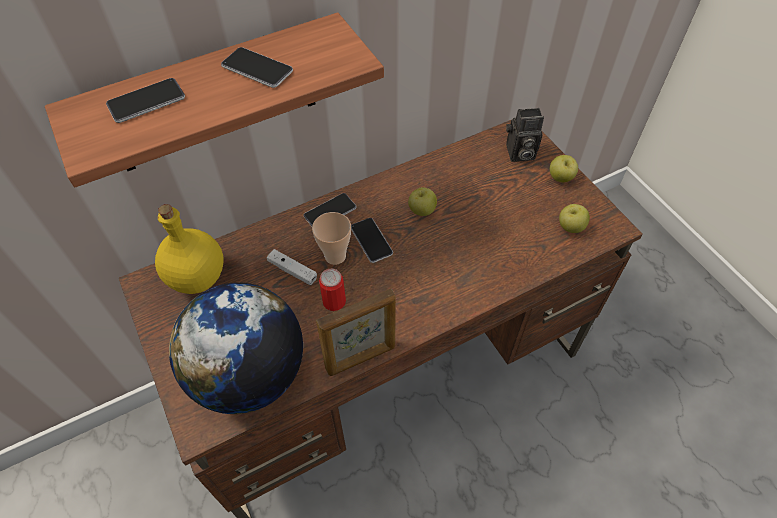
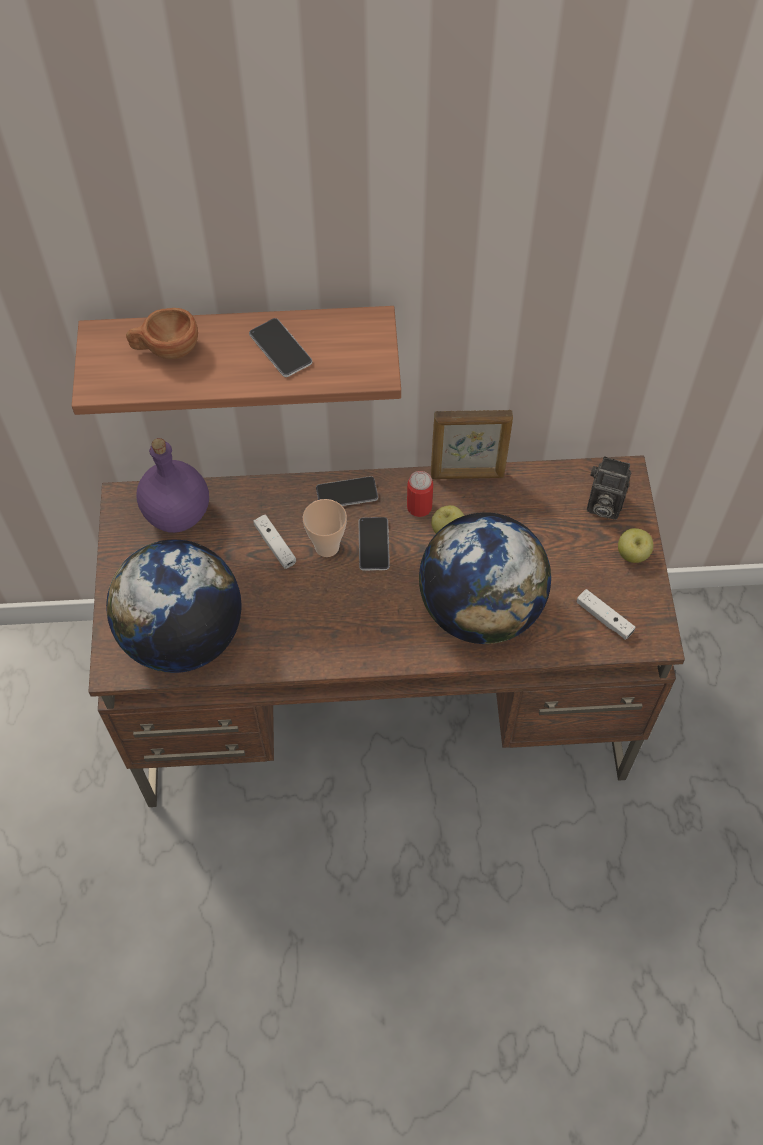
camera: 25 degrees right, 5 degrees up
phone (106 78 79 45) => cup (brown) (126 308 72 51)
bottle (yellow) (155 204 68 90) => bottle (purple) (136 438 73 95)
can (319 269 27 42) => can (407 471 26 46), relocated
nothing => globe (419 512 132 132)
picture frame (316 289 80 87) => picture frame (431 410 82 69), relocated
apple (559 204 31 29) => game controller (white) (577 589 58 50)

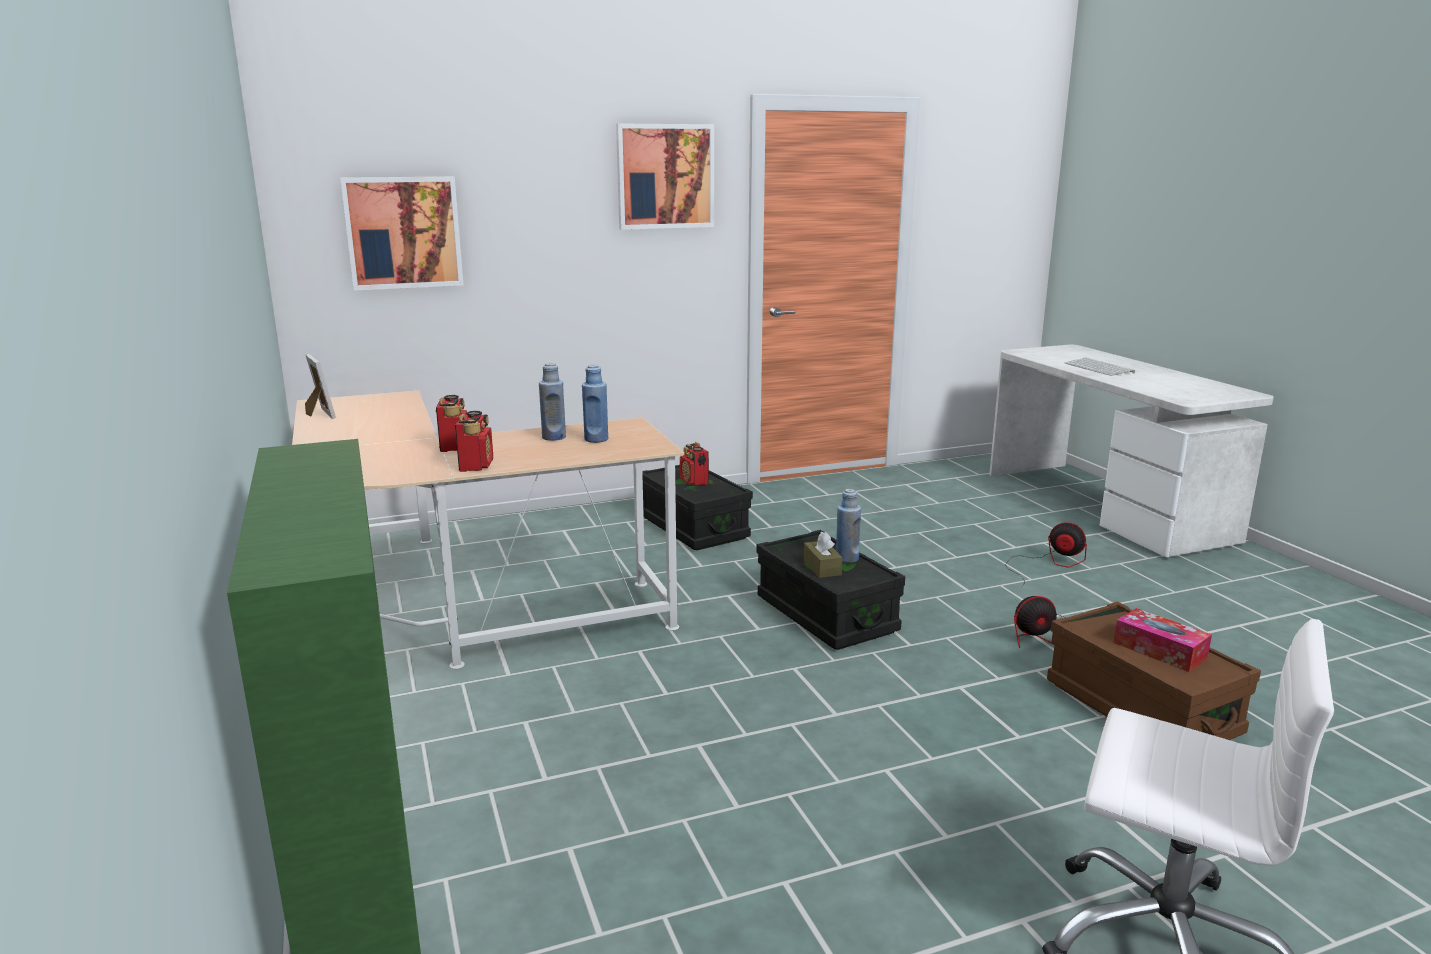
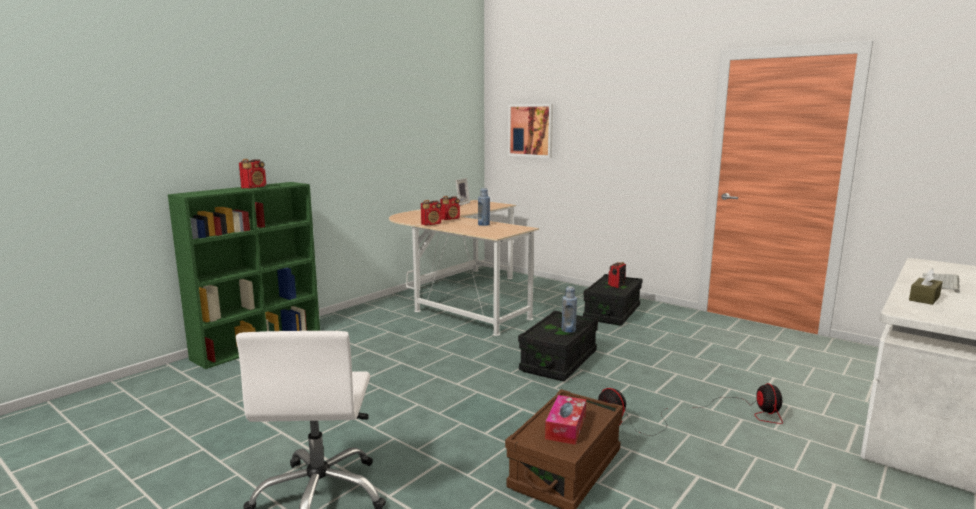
camera: 60 degrees right, 5 degrees down
nothing => radio (239 159 27 30)
tissue box (brown) (804 532 39 46) => tissue box (brown) (909 268 34 37), relocated
bottle (blue) (582 365 26 78) => nothing
picture (616 123 98 107) => nothing

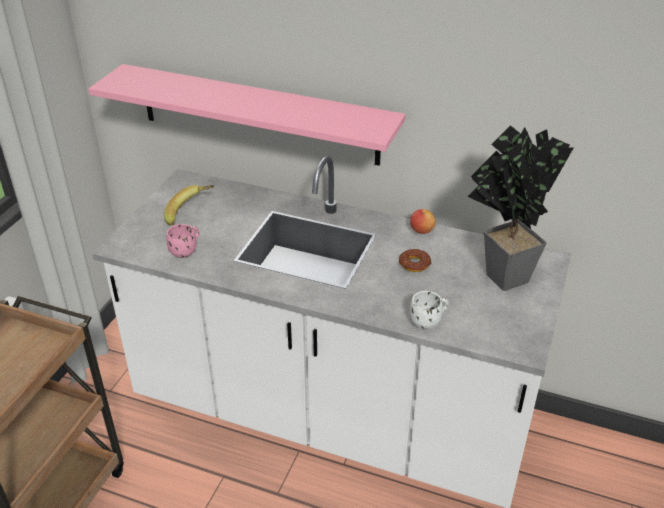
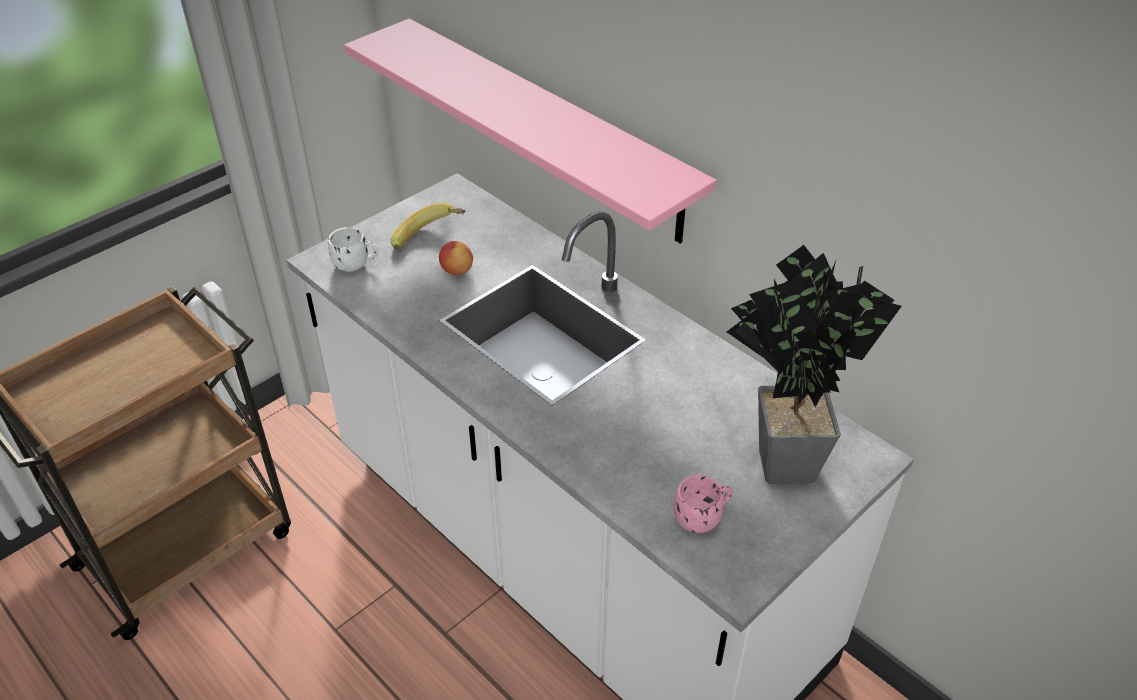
camera: 25 degrees right, 5 degrees up
mug (white) (410 291 39 38) => mug (white) (328 227 50 45), relocated
apple (410 209 26 25) => apple (439 241 34 34), relocated
mug (pink) (166 224 33 34) => mug (pink) (674 475 59 58), relocated
donut (399 249 32 23) => nothing

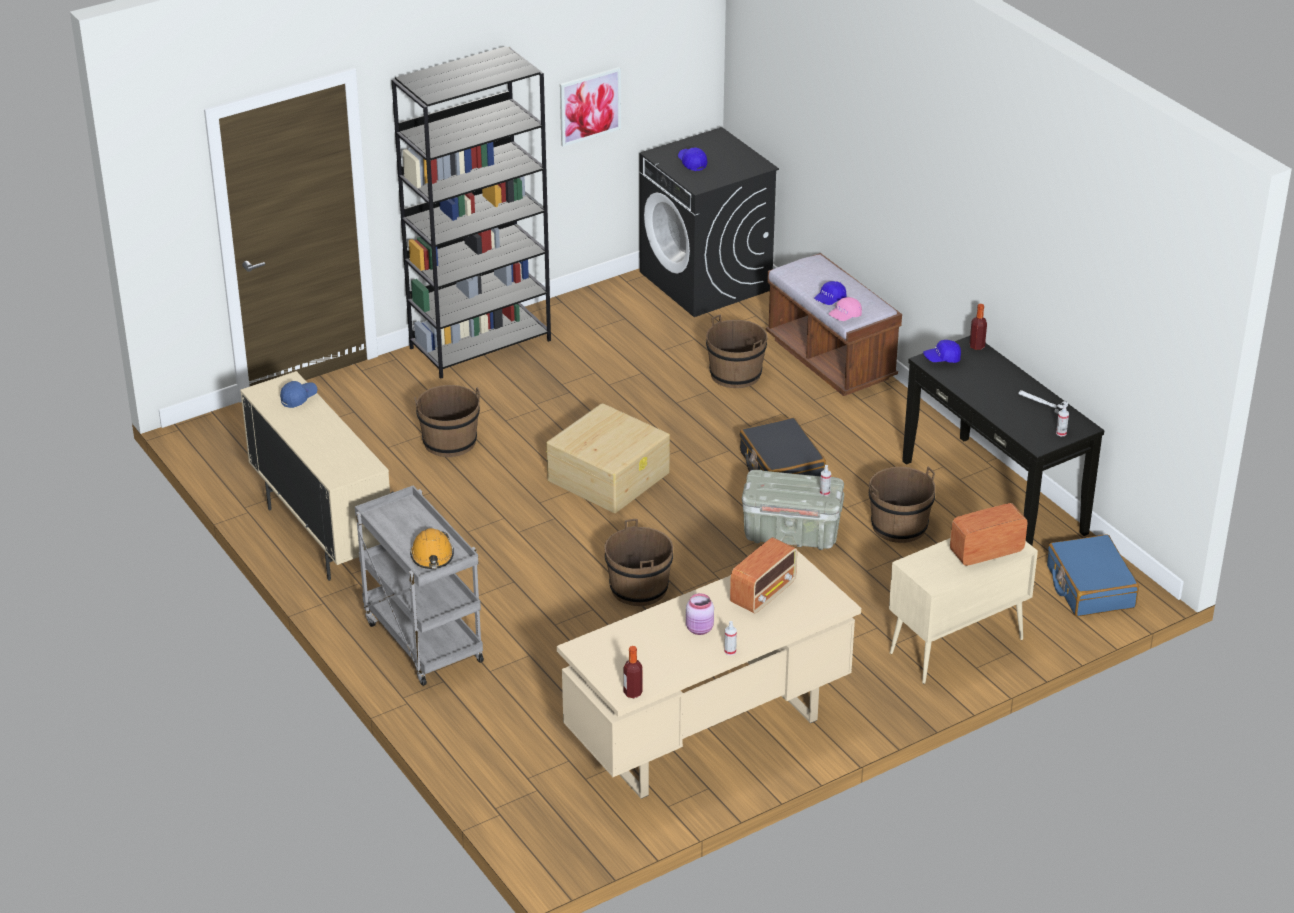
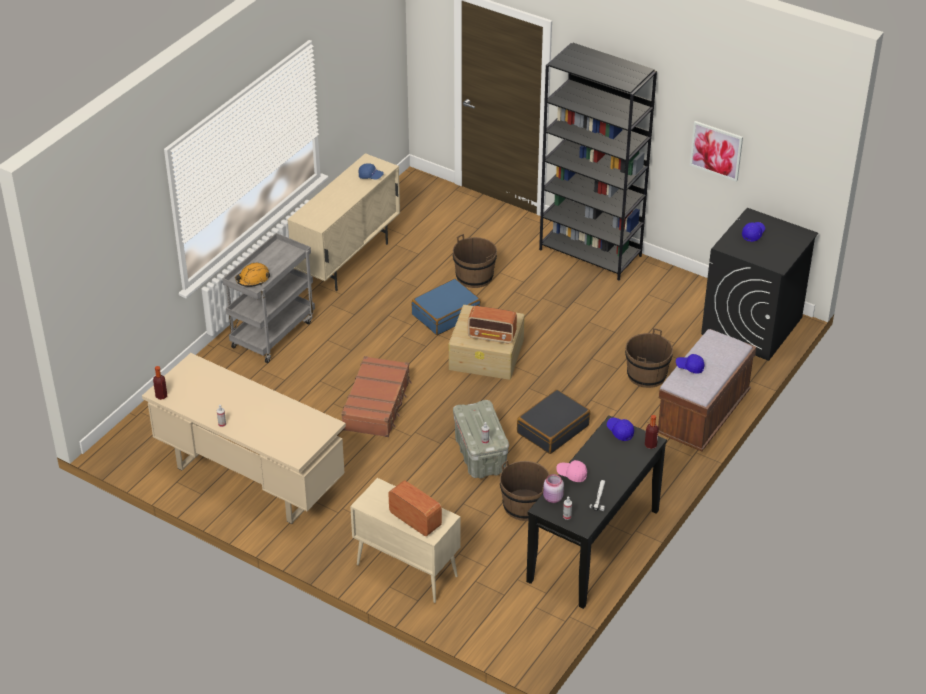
camera: 65 degrees right, 5 degrees up
bucket (brown) (604 519 69 87) => suitcase (brown) (341 356 71 81)
suitcase (blue) (1047 535 92 82) => suitcase (blue) (412 279 69 56), relocated
radio (730 537 67 77) => radio (468 306 49 38), relocated
jar (pink) (686 593 28 42) => jar (pink) (543 474 21 29), relocated
cap (pink) (829 297 33 24) => cap (pink) (556 460 31 22), relocated

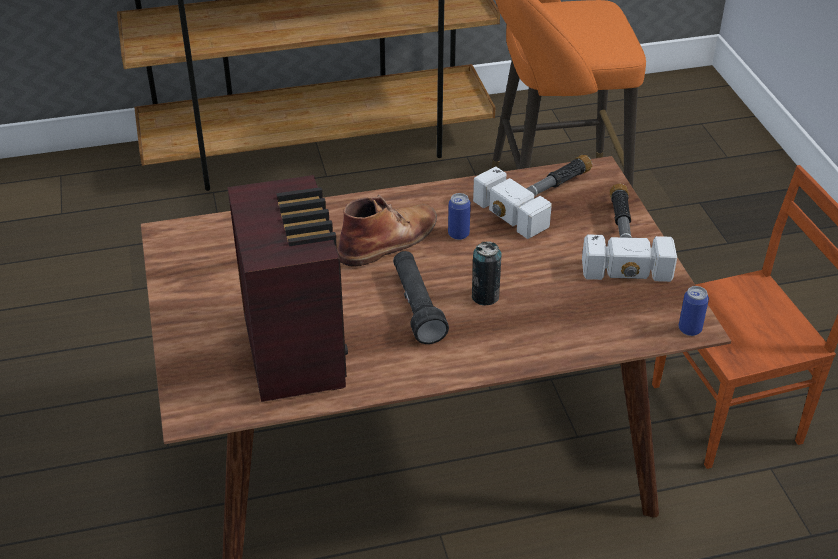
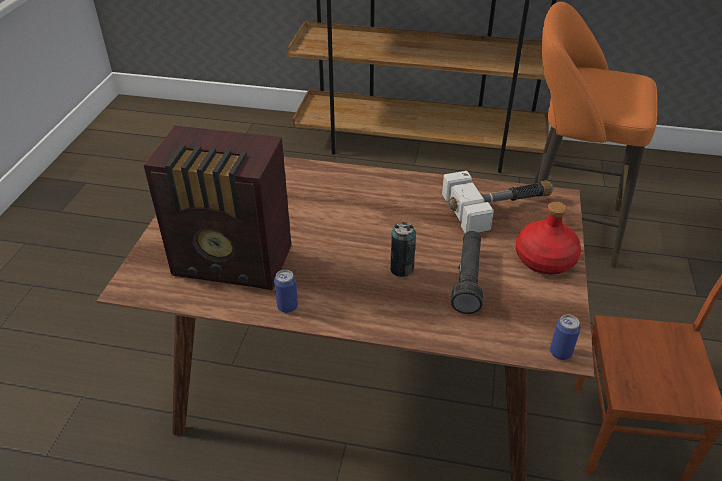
camera: 25 degrees right, 0 degrees up
radio (227 175 121 227) => radio (144 125 147 165), 90 degrees clockwise
can (448 193 23 47) => can (274 270 24 43), relocated
flashlight (black) (393 251 56 93) => flashlight (black) (451 231 32 83), relocated
hammer (582 183 95 99) => bottle (red) (516 202 65 72)
boot (brown) (337 195 100 71) => nothing

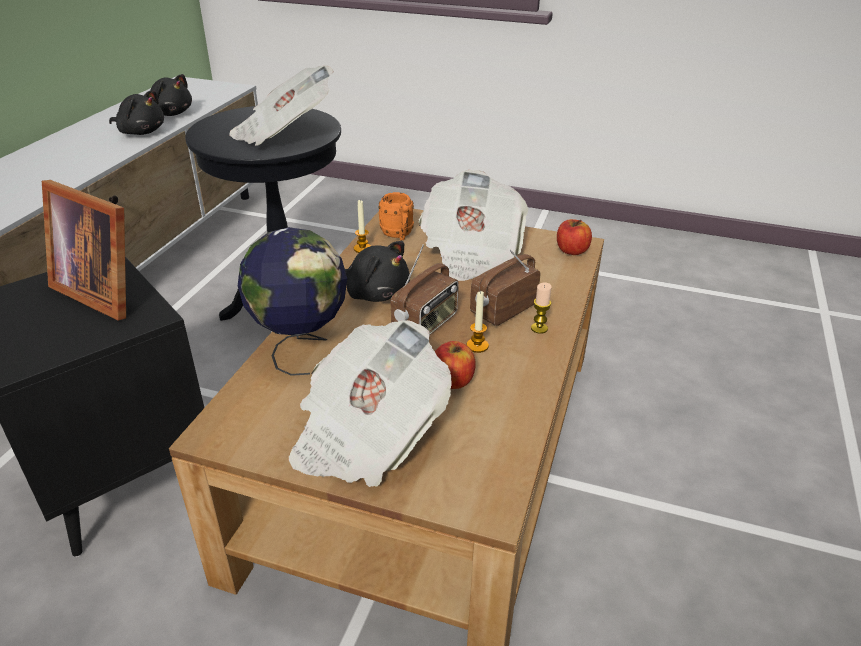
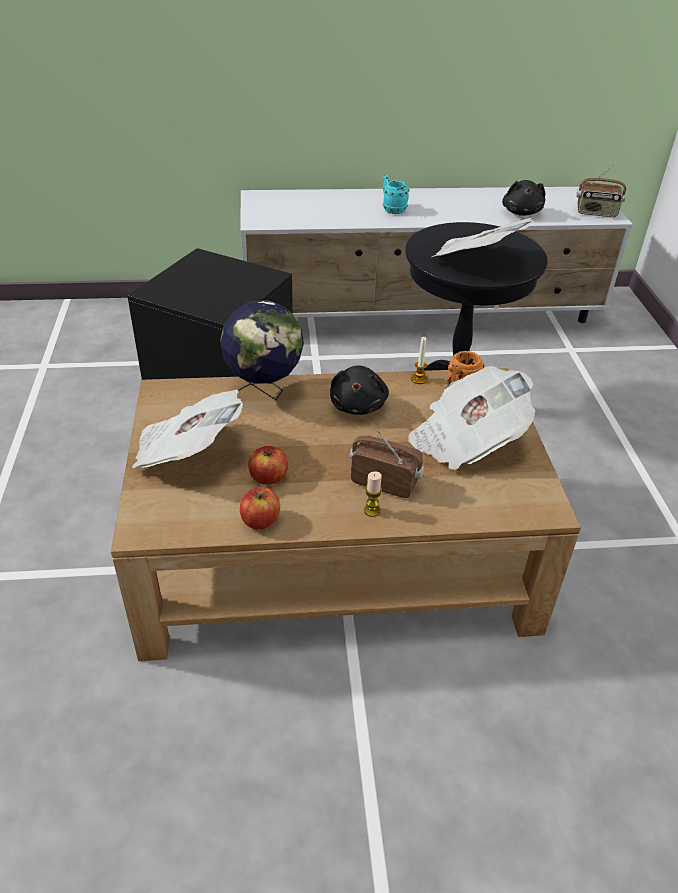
camera: 65 degrees right, 5 degrees up
apple (557 219 35 36) => apple (240 487 40 43), relocated
nothing => mug (turquoise) (383 174 26 40)
radio (391 245 68 90) => radio (576 164 50 53), relocated
picture frame (42 180 84 141) => nothing
plush toy (black) (109 90 55 45) => nothing
candle (467 291 22 62) => nothing

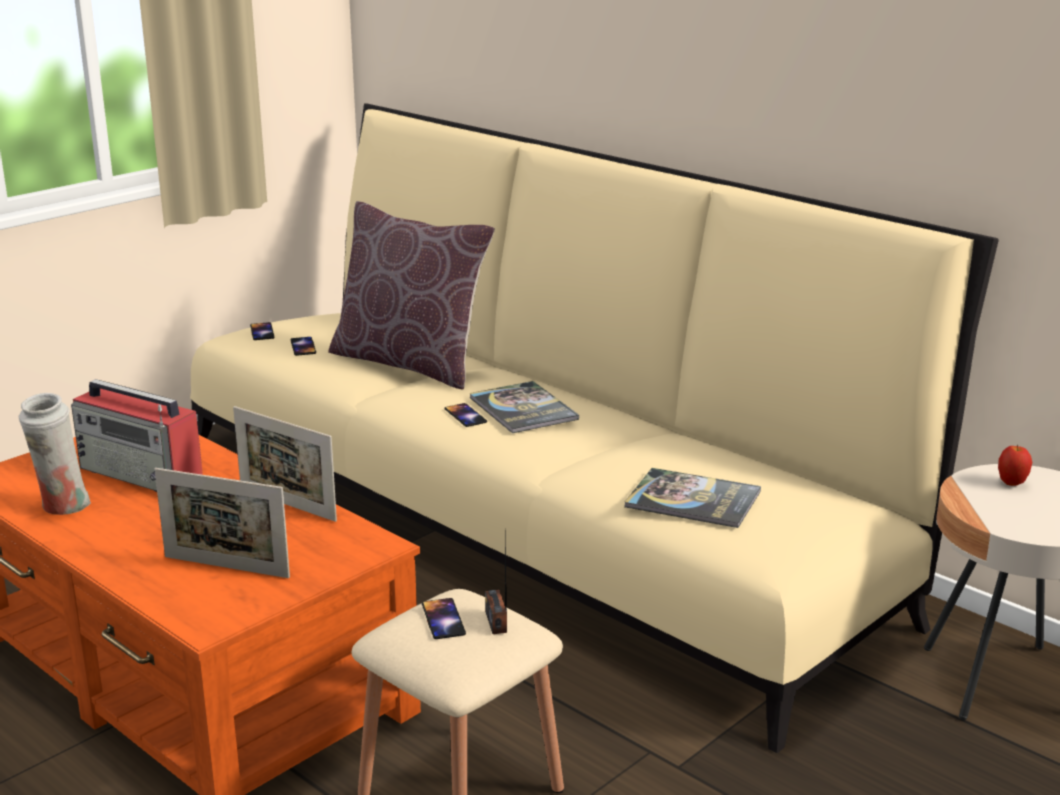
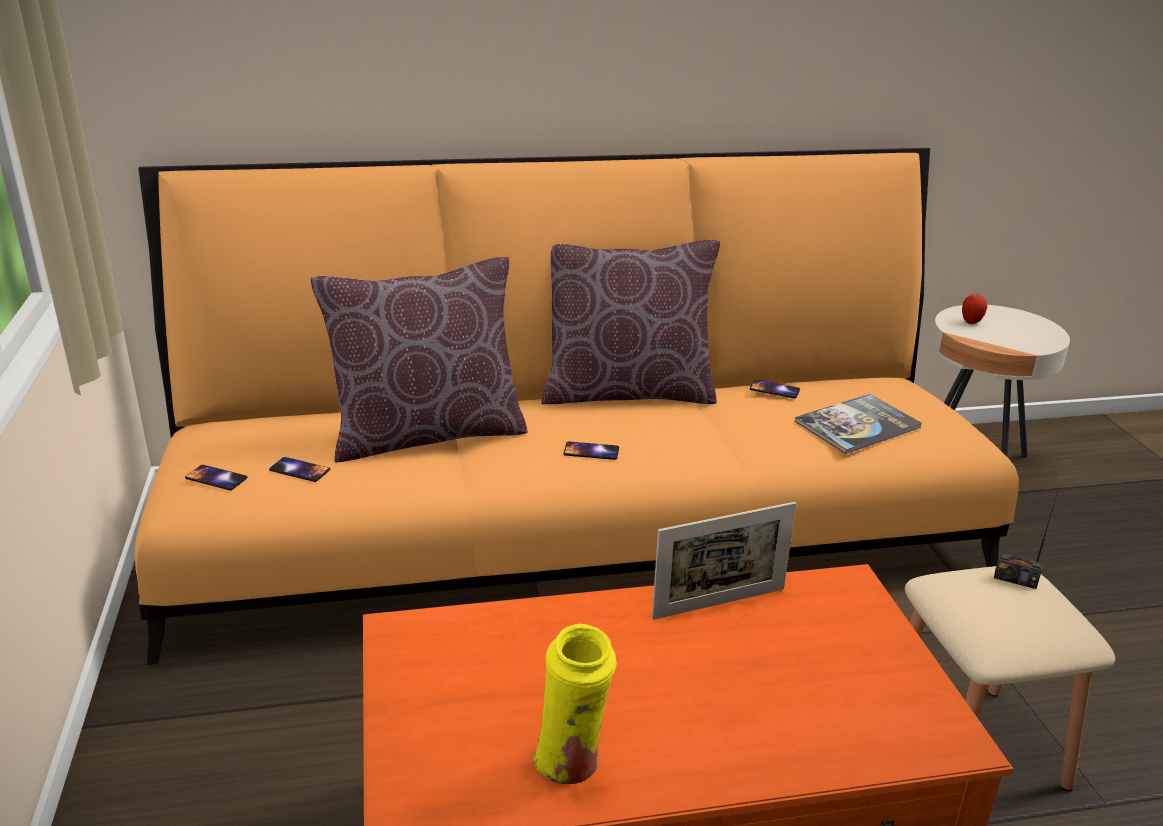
camera: 55 degrees left, 5 degrees up
sofa (beige) (190 103 809 650) => sofa (orange) (134 148 885 517)
vase (white) (19 393 72 122) => vase (yellow) (533 624 84 160)
nothing => pillow (brown) (541 240 179 164)
phone (422 598 44 41) => phone (750 380 50 18), relocated
radio (71 379 132 113) => nothing
picture frame (154 468 136 110) => nothing
book (470 381 109 52) => nothing

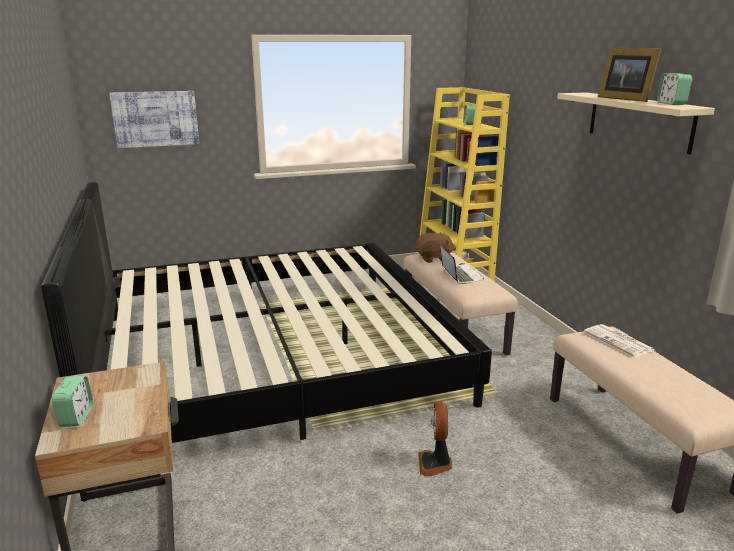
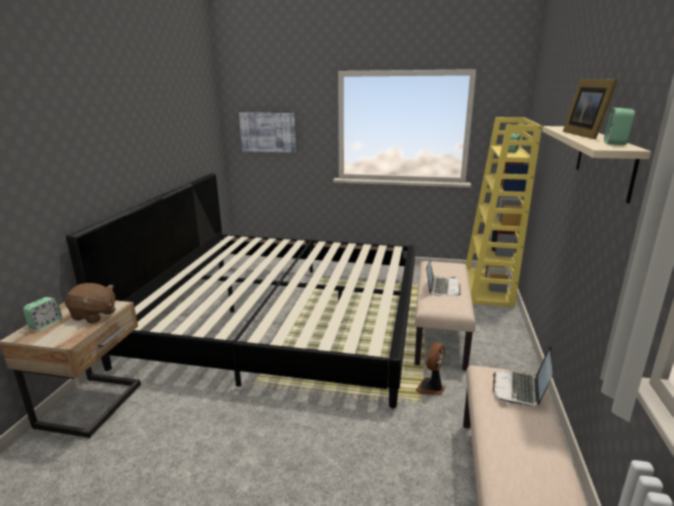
camera: 30 degrees right, 0 degrees up
plush toy (brown) (416 233 39 30) => plush toy (brown) (65 283 51 41), relocated
fan (418 401 35 76) => fan (416 342 29 53), relocated
newspaper (584 324 70 33) => laptop (493 346 60 60)

